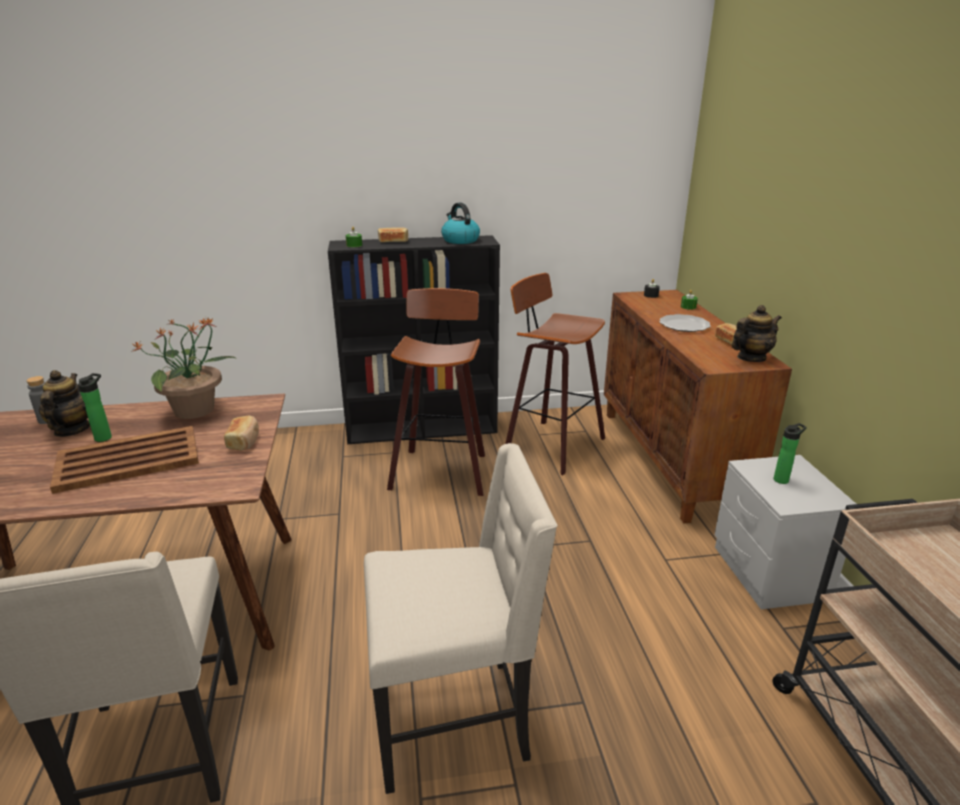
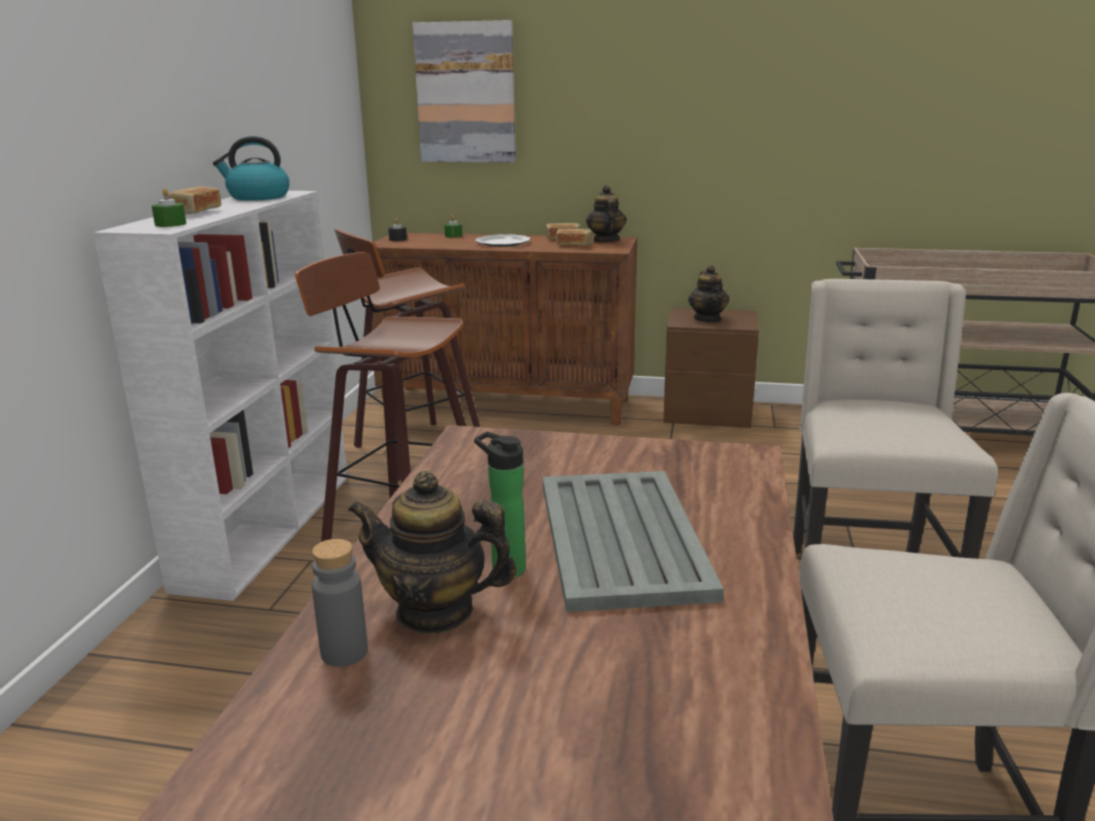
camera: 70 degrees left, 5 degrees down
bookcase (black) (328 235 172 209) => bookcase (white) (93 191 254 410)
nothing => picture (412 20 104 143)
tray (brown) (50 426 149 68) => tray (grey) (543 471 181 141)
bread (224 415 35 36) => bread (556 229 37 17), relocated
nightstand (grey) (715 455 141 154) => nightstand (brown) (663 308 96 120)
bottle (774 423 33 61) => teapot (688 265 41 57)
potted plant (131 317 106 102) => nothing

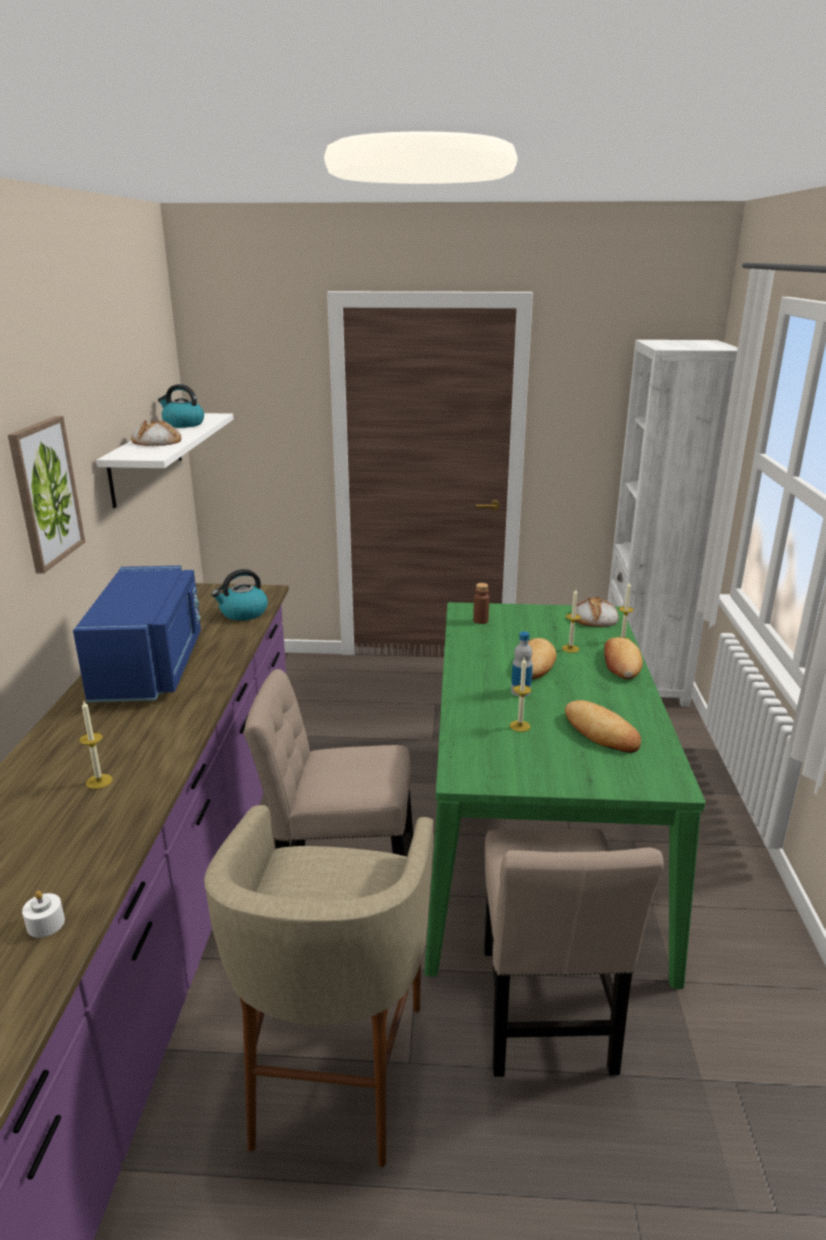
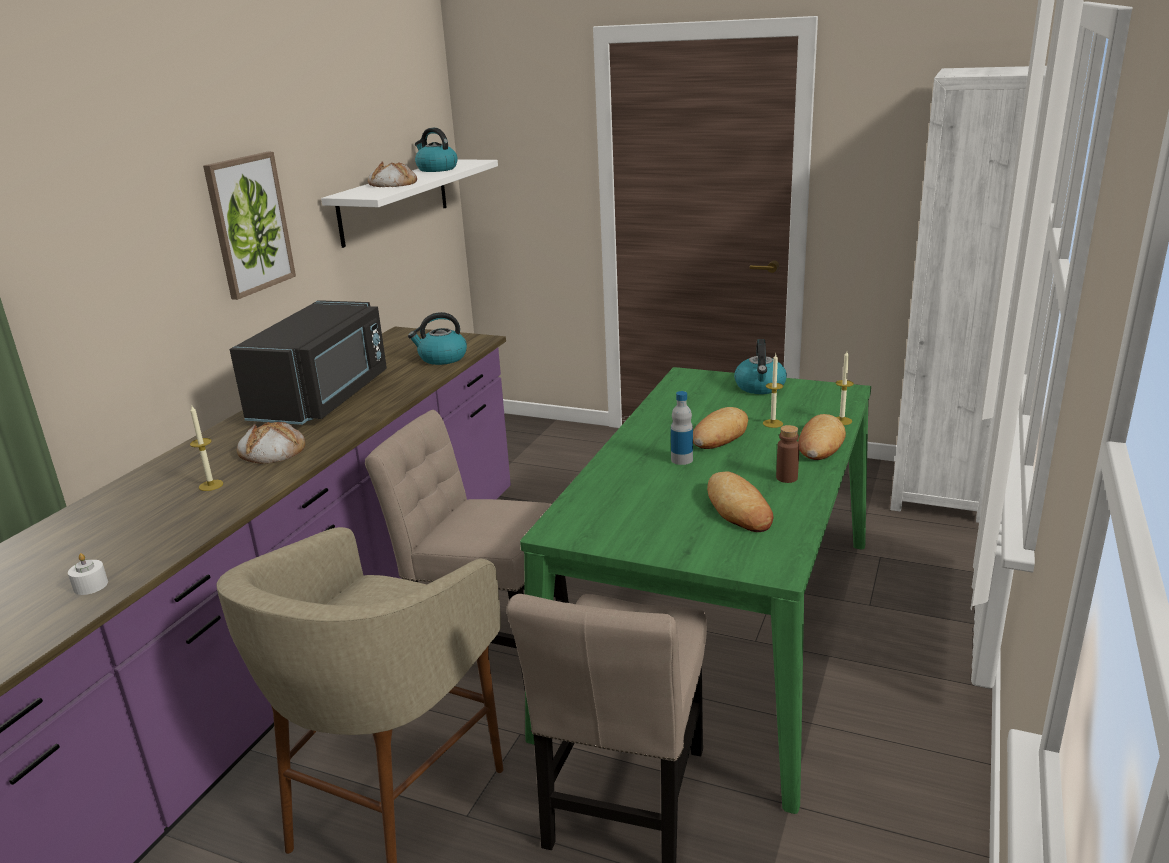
camera: 20 degrees right, 0 degrees up
microwave (blue) (73 566 128 136) => microwave (black) (230 300 157 125)
bread (575 597 44 30) => bread (237 422 68 42), relocated
nothing => kettle (734 339 53 55)
bottle (brown) (473 583 16 41) => bottle (brown) (776 425 24 58), relocated
candle (510 657 21 75) => nothing

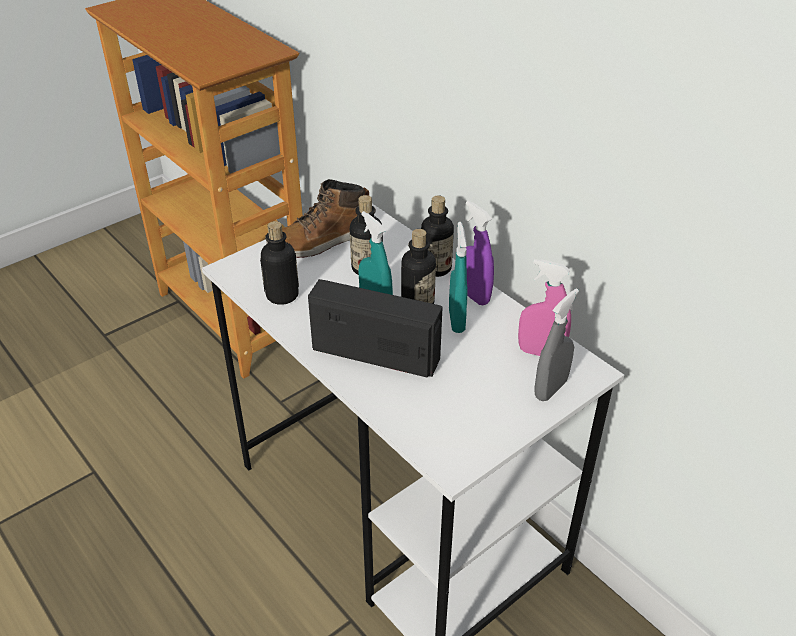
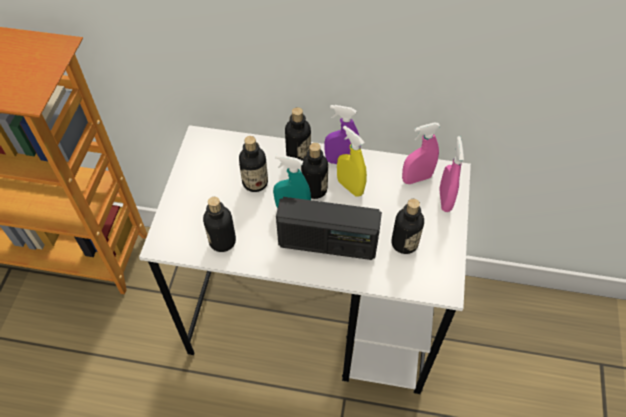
camera: 40 degrees left, 15 degrees up
radio (308 279 135 98) => radio (276 197 106 63), 150 degrees counterclockwise
spray bottle (turquoise) (449 222 18 111) => spray bottle (yellow) (337 126 30 71)
nothing => bottle (391 199 33 55)
spray bottle (grey) (534 289 45 112) => spray bottle (pink) (440 136 24 76)
boot (266 179 103 79) => nothing

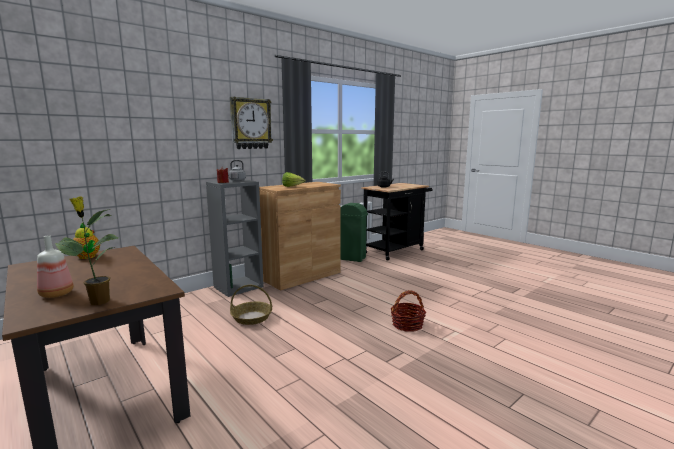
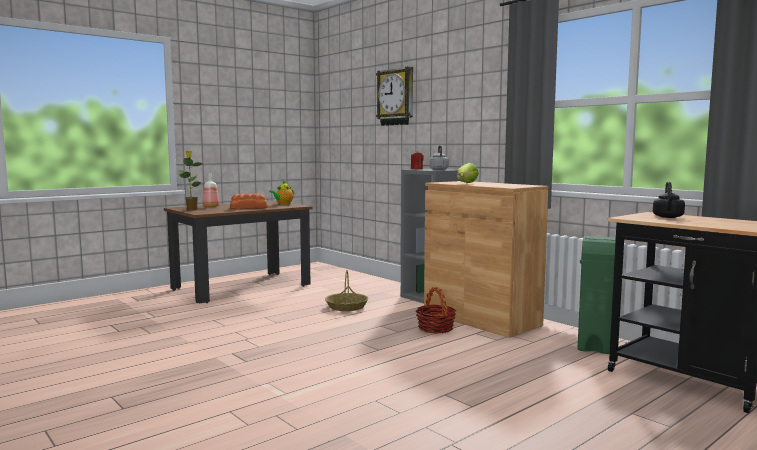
camera: 90 degrees right, 5 degrees down
nothing => bread (230 193 37 16)
wall clock (230 97 43 52) => wall clock (376 67 37 59), relocated
basket (390 290 36 42) => basket (416 287 40 46), relocated

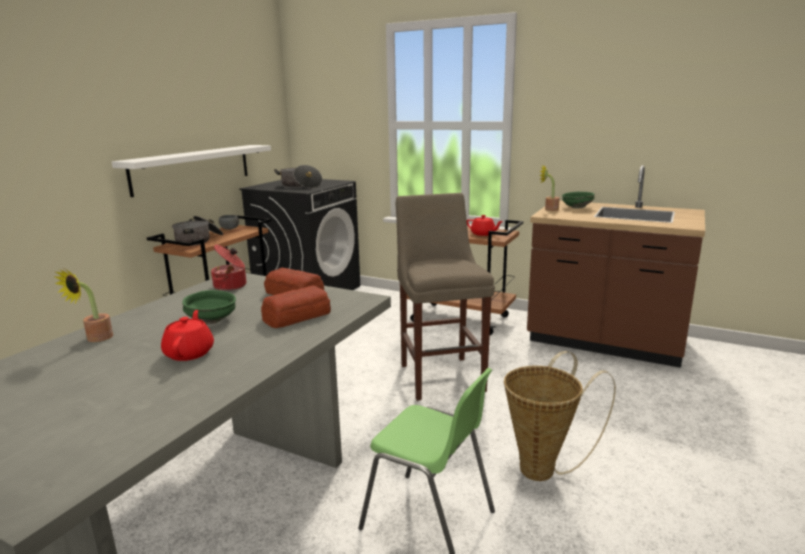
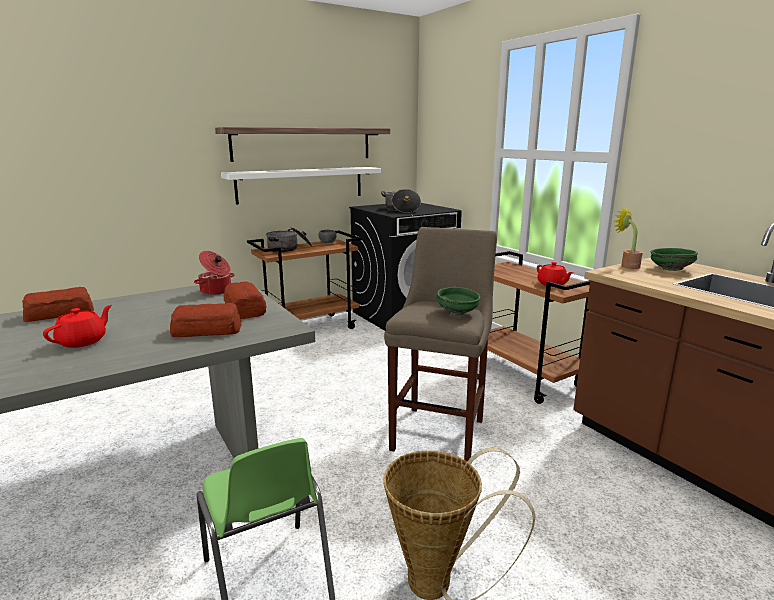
camera: 30 degrees right, 0 degrees up
potted plant (55 269 58 73) => bread (22 287 72 35)
nothing => shelf (215 127 175 35)
bowl (green) (182 290 54 34) => bowl (green) (436 287 44 28), relocated

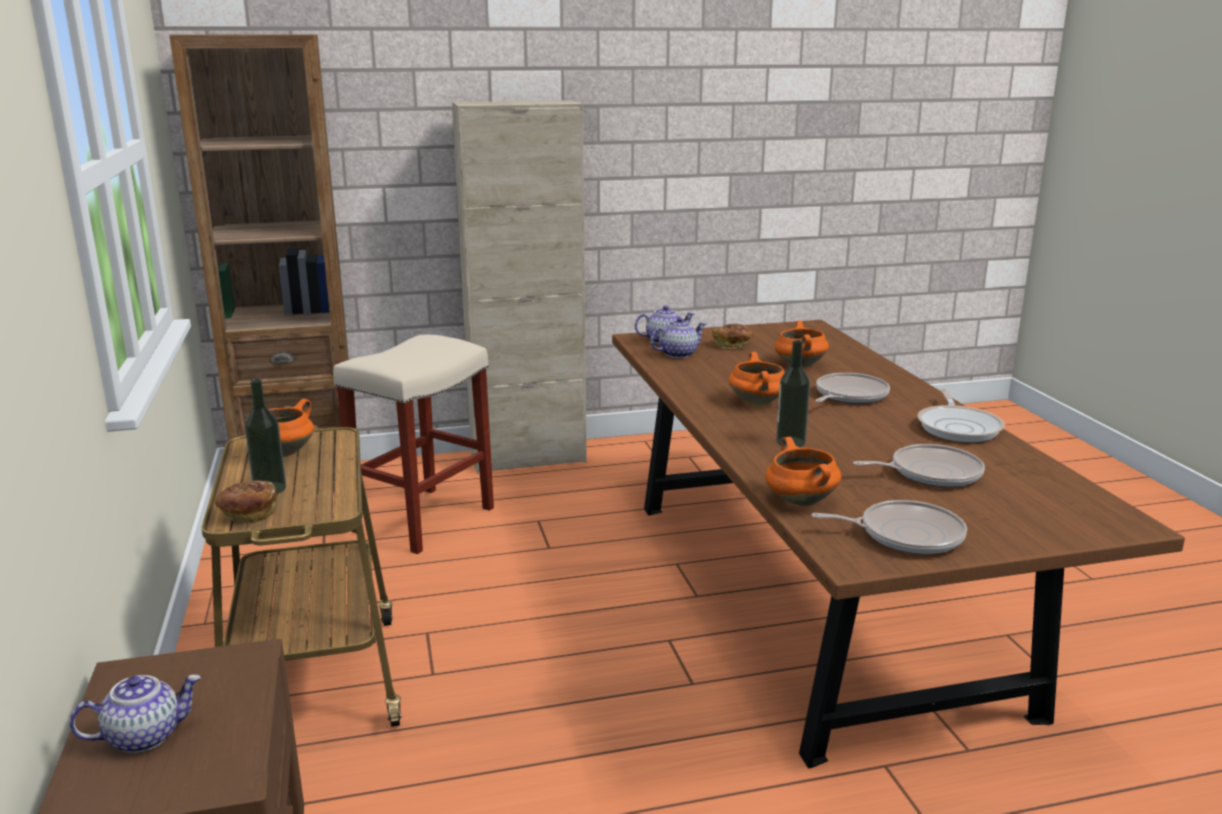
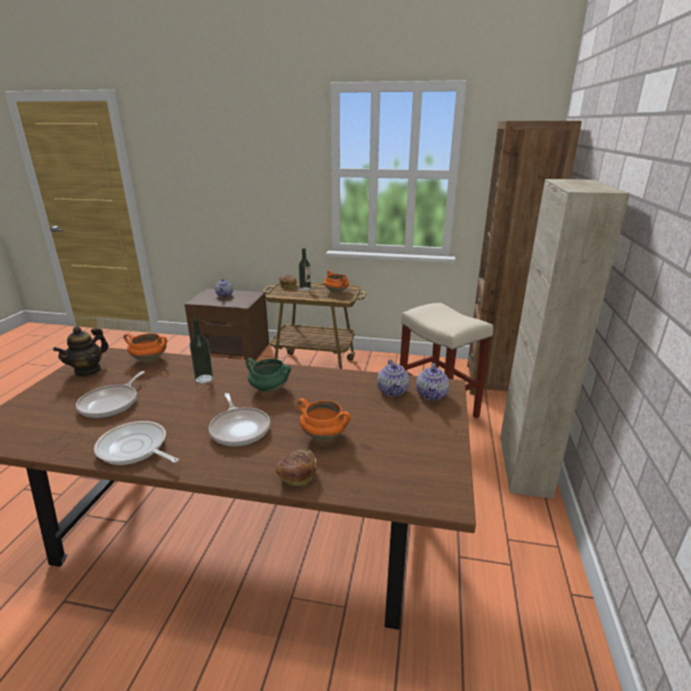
camera: 115 degrees right, 5 degrees up
frying pan (811 500 156 54) => teapot (53 326 56 50)
cooking pot (orange) (729 352 56 53) => cooking pot (green) (246 358 45 34)
bread (712 324 42 25) => bread (276 449 41 37), relocated

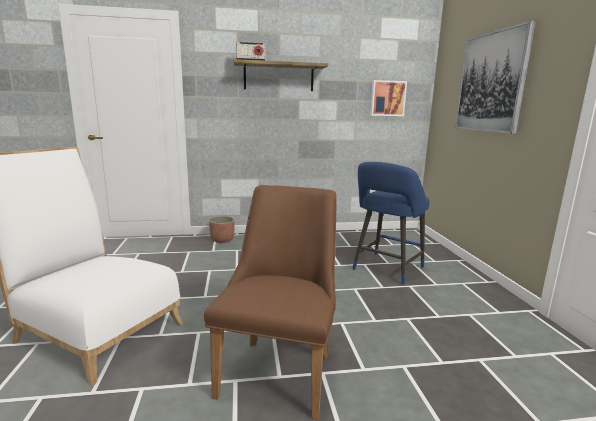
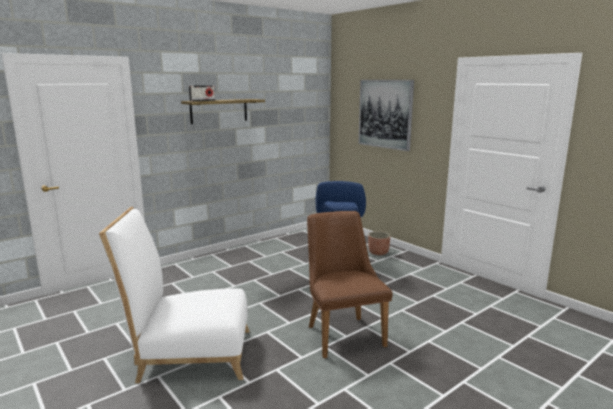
camera: 30 degrees left, 0 degrees up
planter (209 216 26 27) => planter (368 231 22 24), relocated
picture (370 80 37 36) => nothing

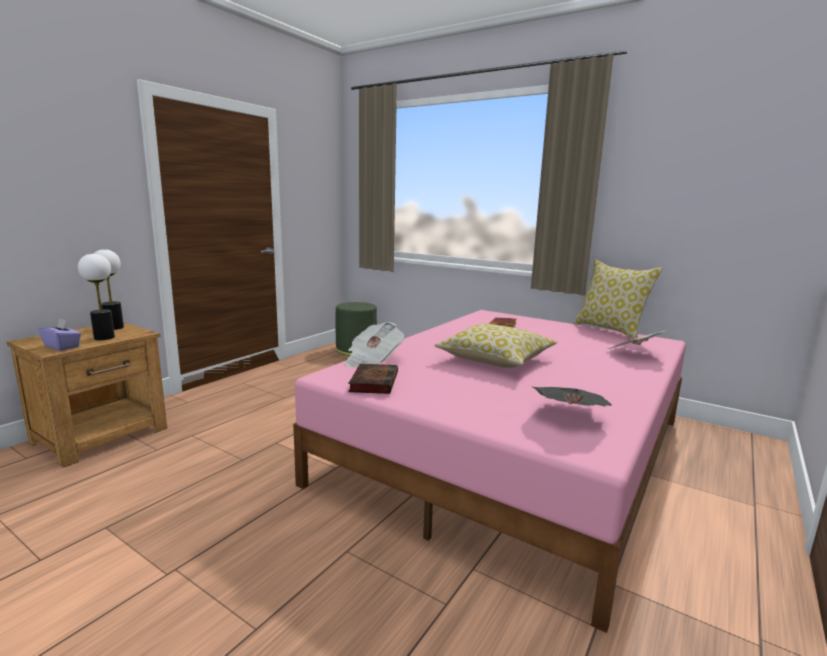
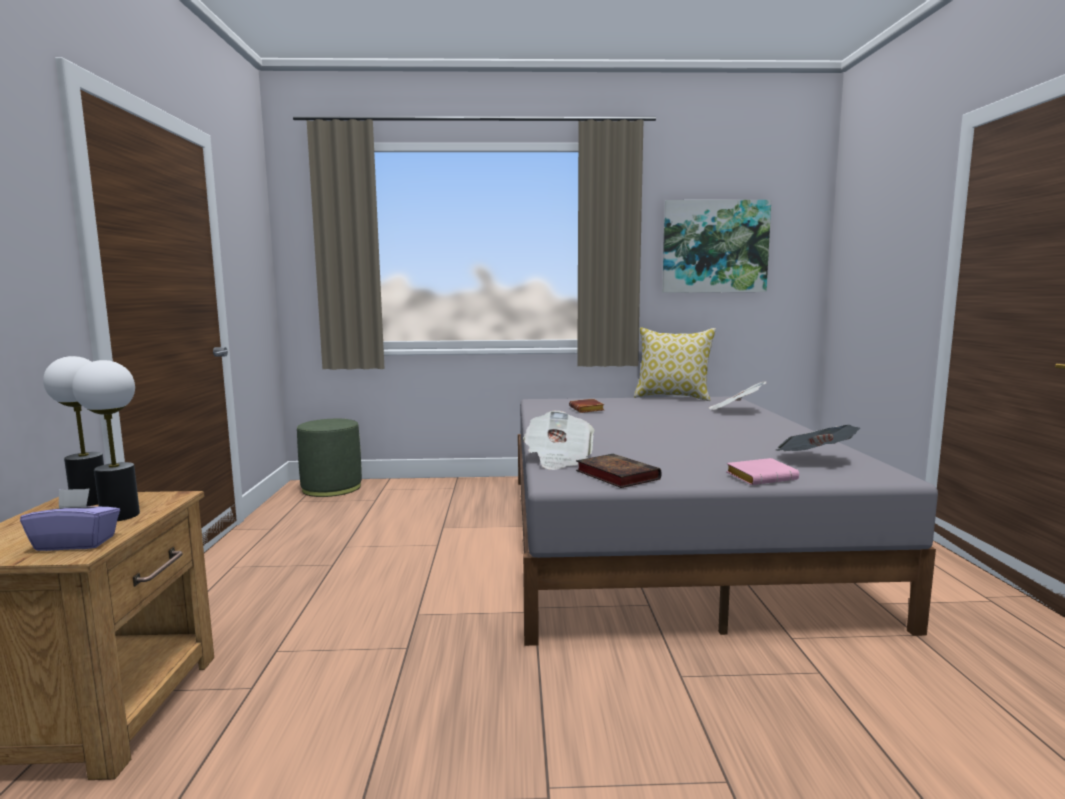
camera: 35 degrees left, 5 degrees down
bed (pink) (293 310 393 323) => bed (grey) (518 396 420 250)
nothing => picture (662 200 109 93)
nothing => book (pink) (726 458 73 27)
pillow (434 323 123 45) => nothing

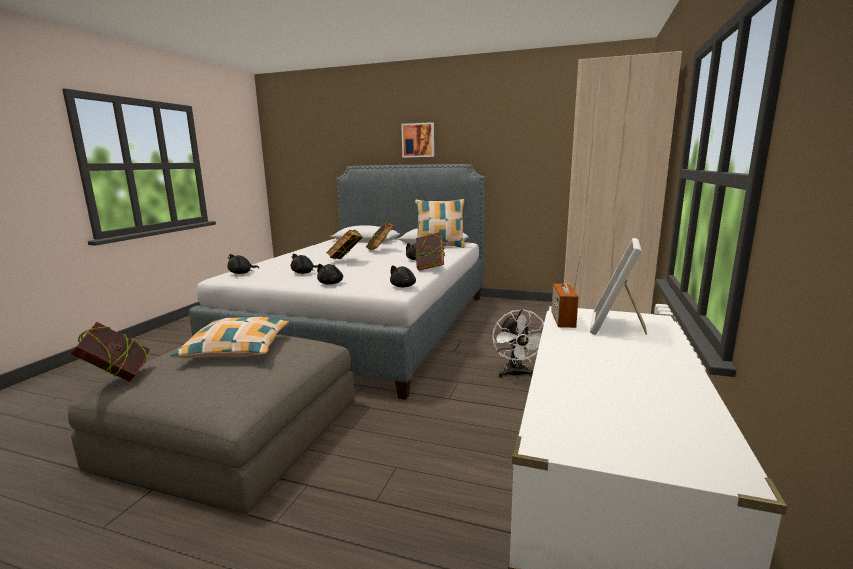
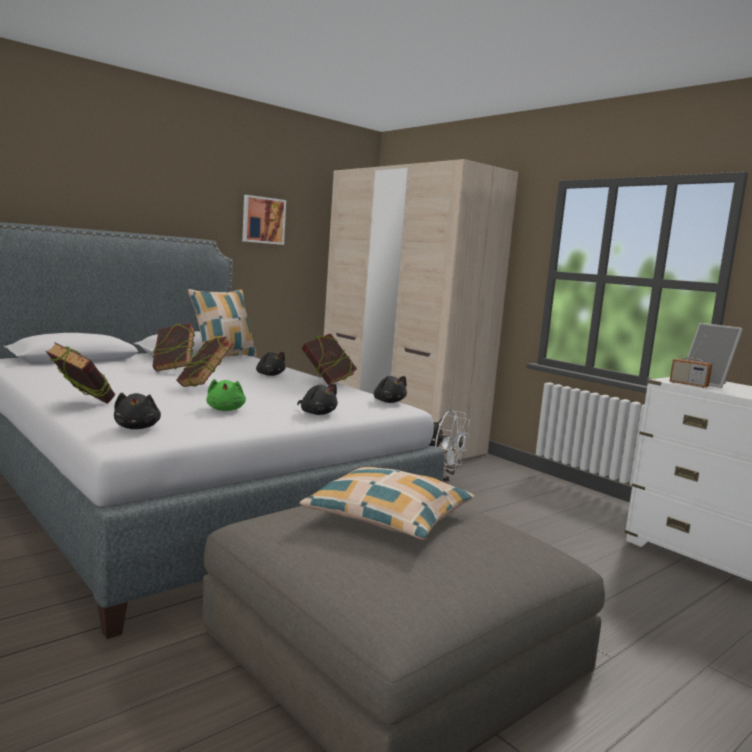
camera: 60 degrees left, 5 degrees down
book (71 322 79 60) => book (46 342 69 62), relocated
plush toy (black) (291 254 27 20) => plush toy (green) (206 379 40 32)
picture (401 122 33 36) => picture (242 195 44 50), relocated

